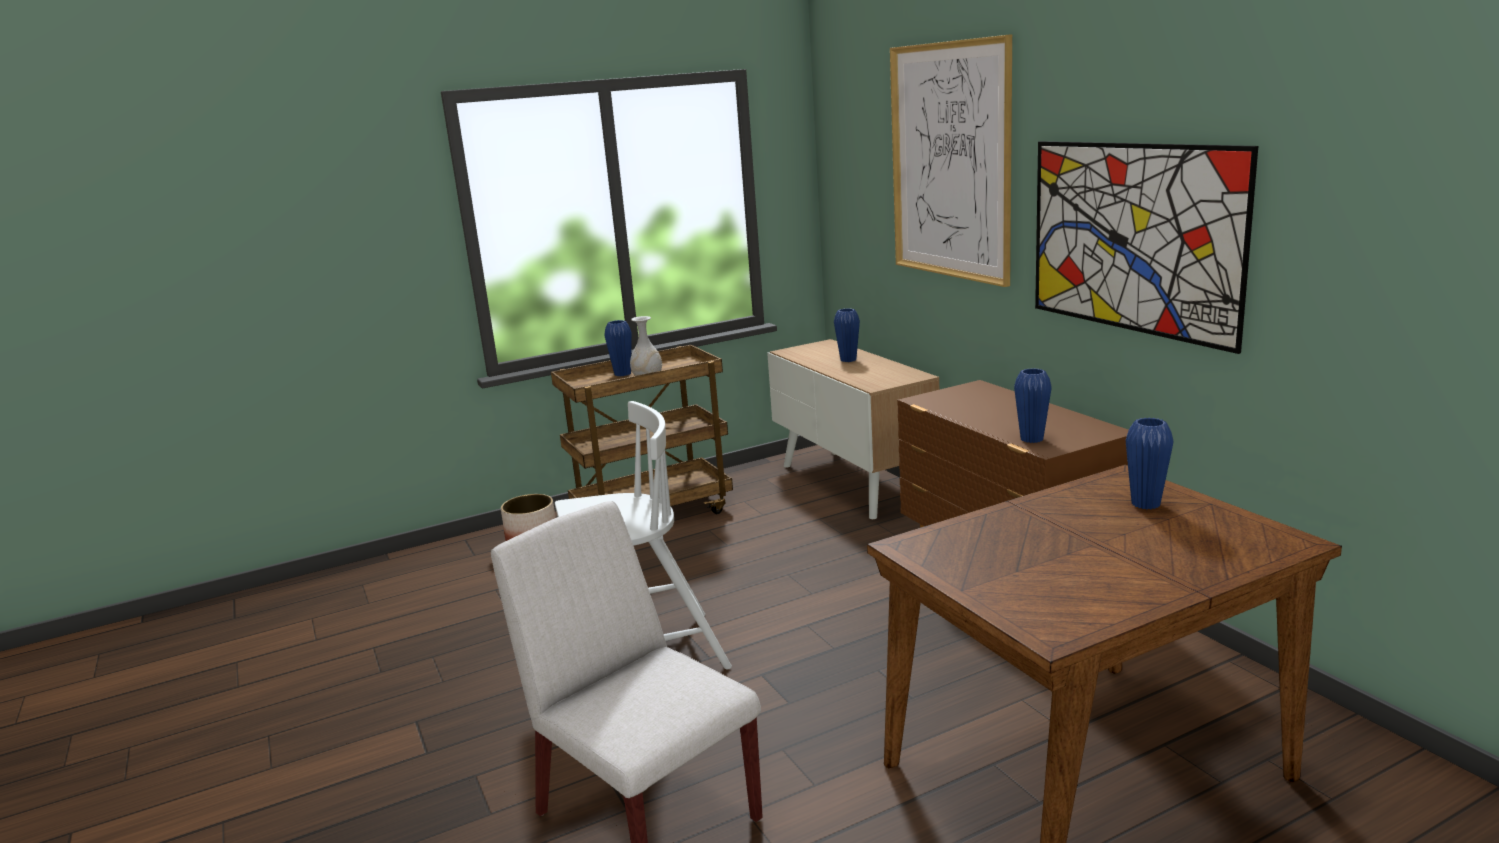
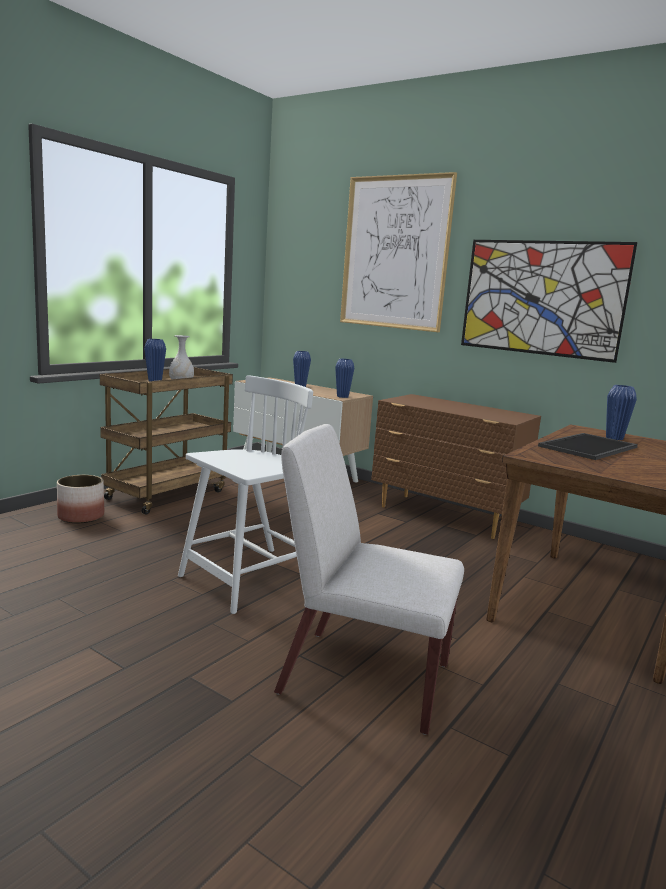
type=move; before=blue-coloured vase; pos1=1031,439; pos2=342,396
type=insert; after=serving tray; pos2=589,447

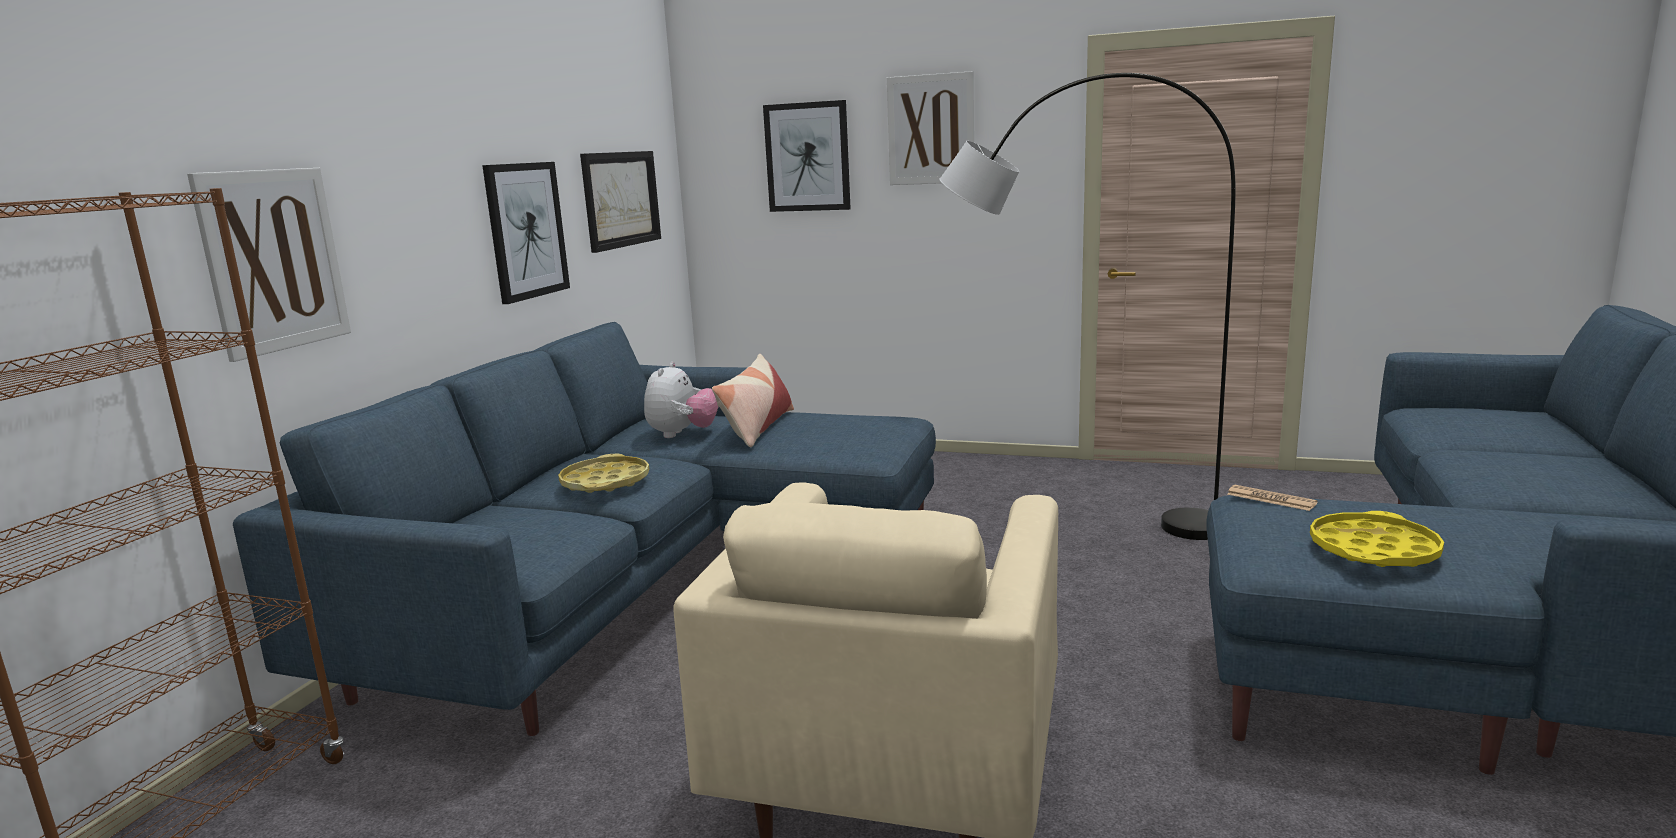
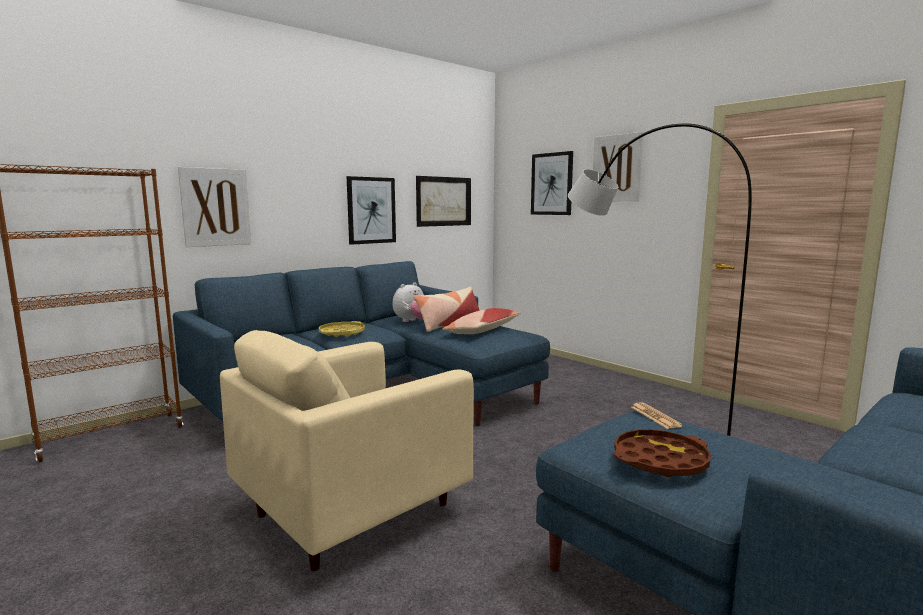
type=recolor; before=yellow-coloured serving tray; after=brown-coloured serving tray; pos1=1373,550; pos2=660,460
type=insert; after=throw pillow; pos2=482,331

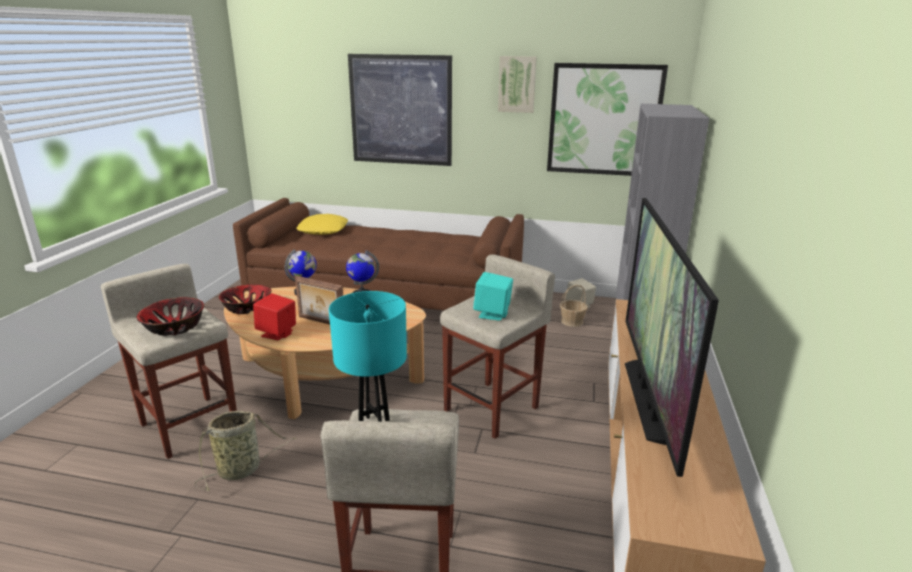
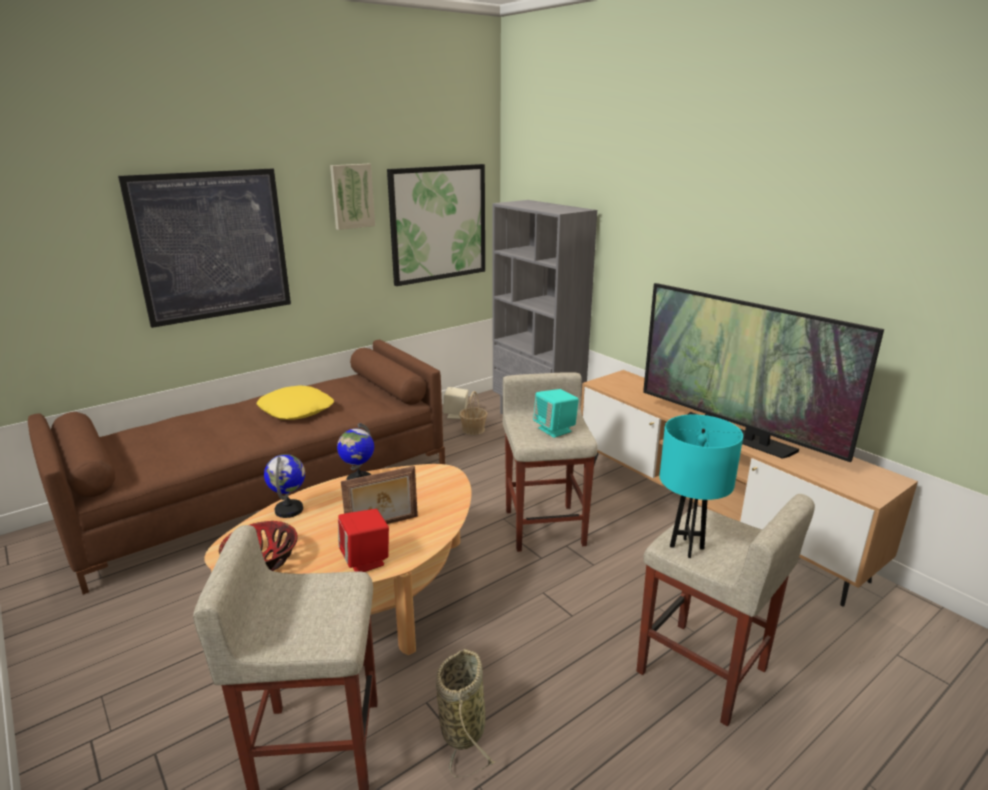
type=move; before=yellow-coloured throw pillow; pos1=323,230; pos2=296,410
type=delete; before=bowl; pos1=174,327

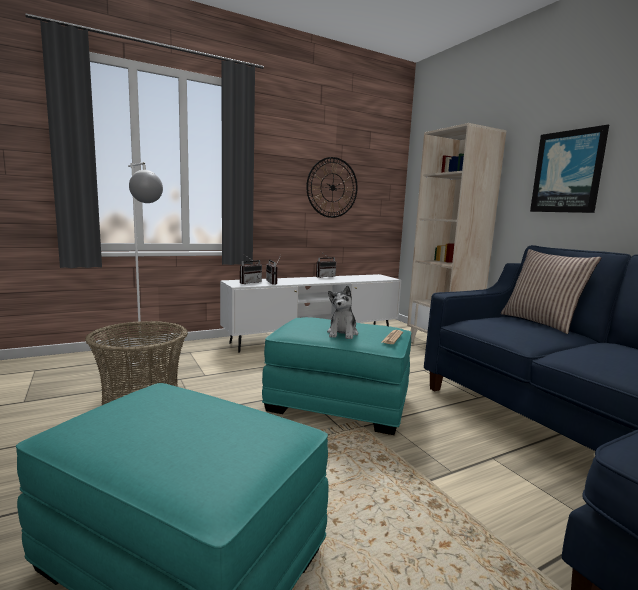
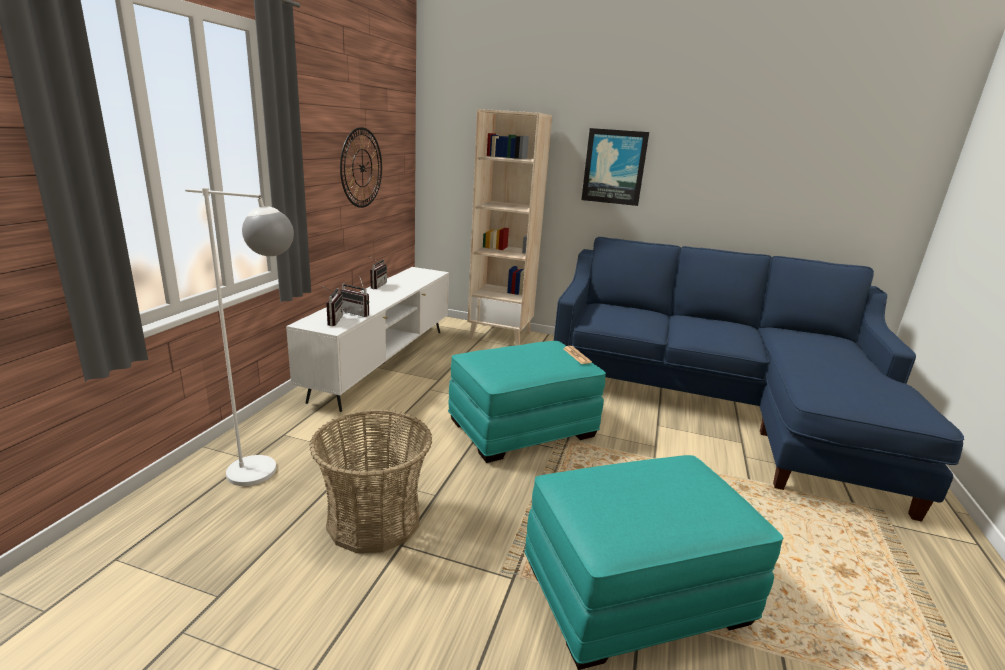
type=delete; before=throw pillow; pos1=541,322
type=delete; before=plush toy; pos1=342,333

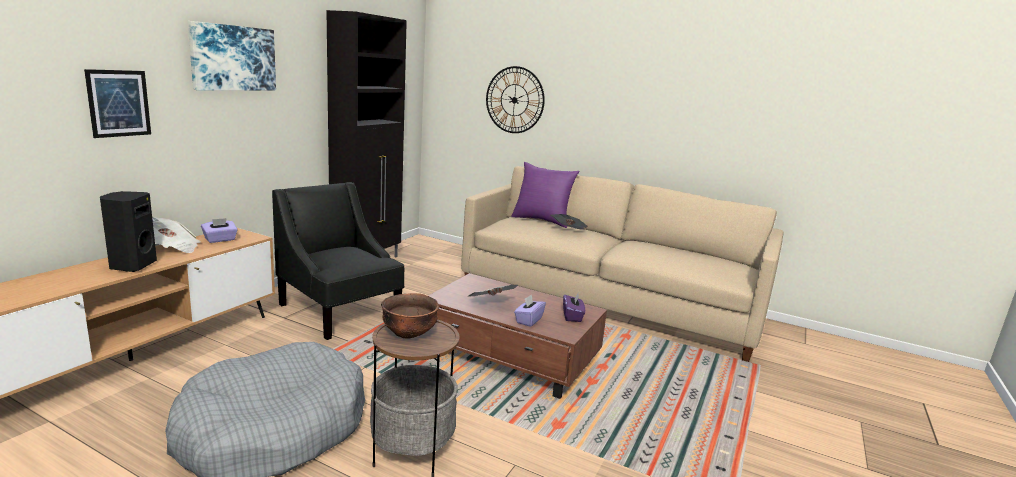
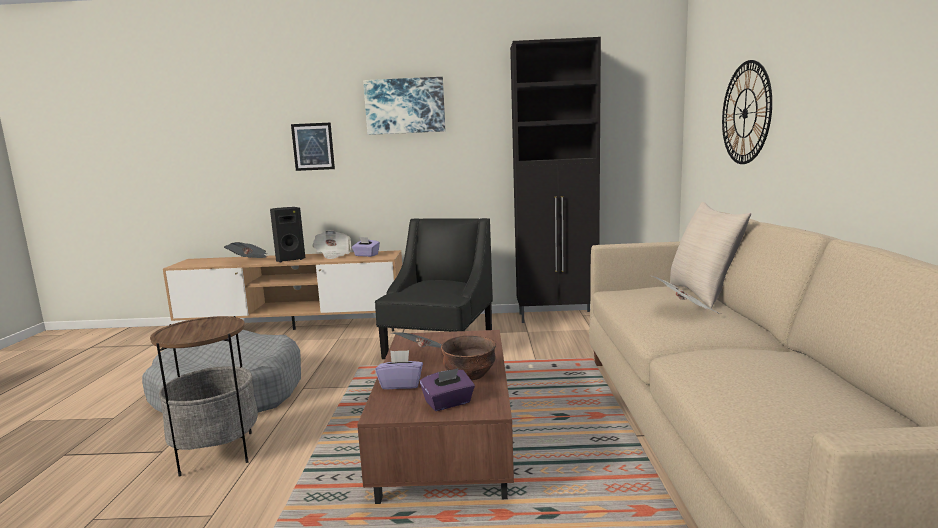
type=recolor; before=purplish throw pillow; after=beige-coloured throw pillow; pos1=542,220; pos2=703,294
type=move; before=brown-coloured bowl; pos1=409,333; pos2=470,376
type=insert; after=daily paper; pos2=249,261

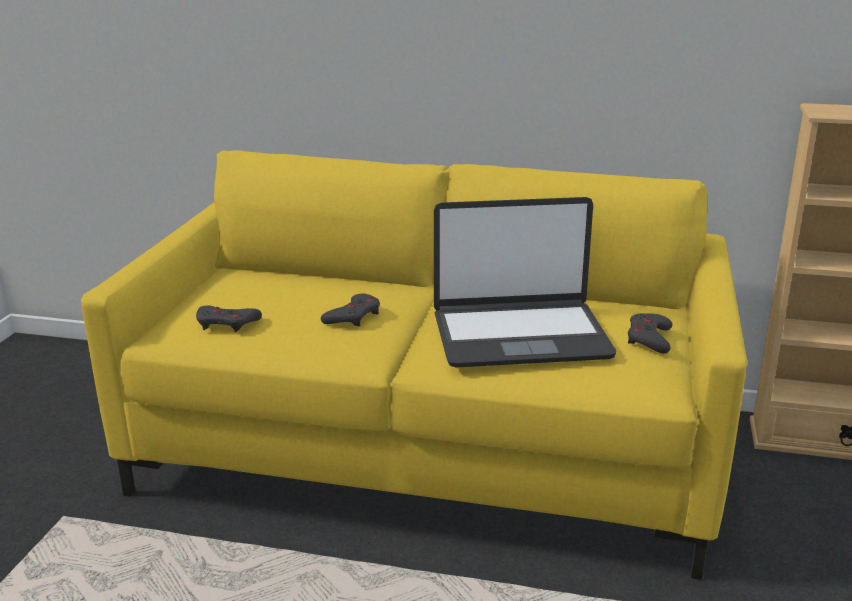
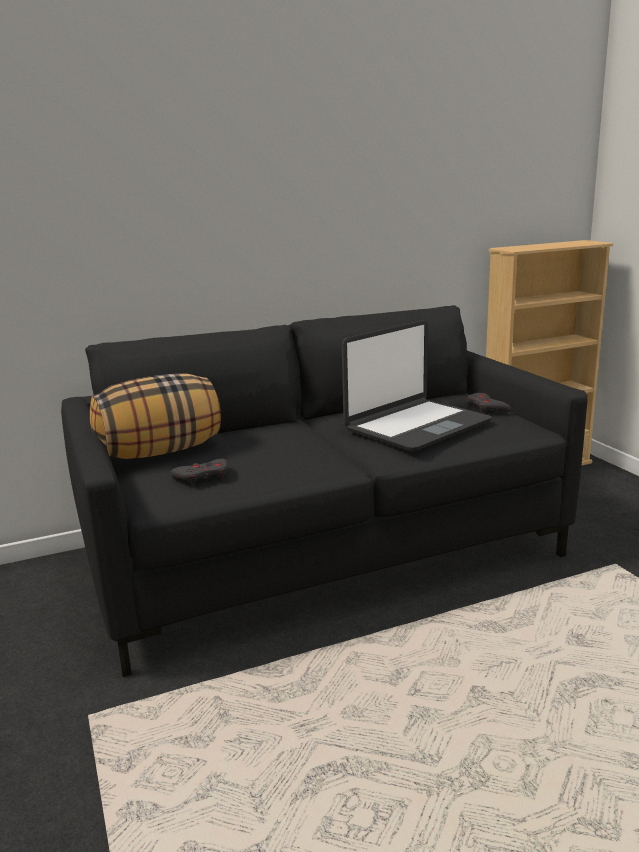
type=recolor; before=yellow-coloured sofa; after=black sofa; pos1=428,453; pos2=324,554
type=delete; before=greyish gamepad; pos1=353,316
type=insert; after=throw pillow; pos2=160,451

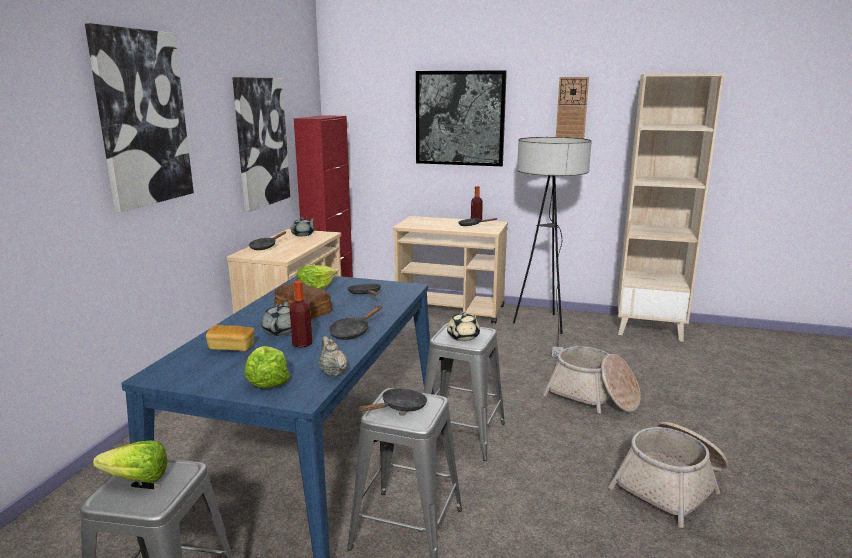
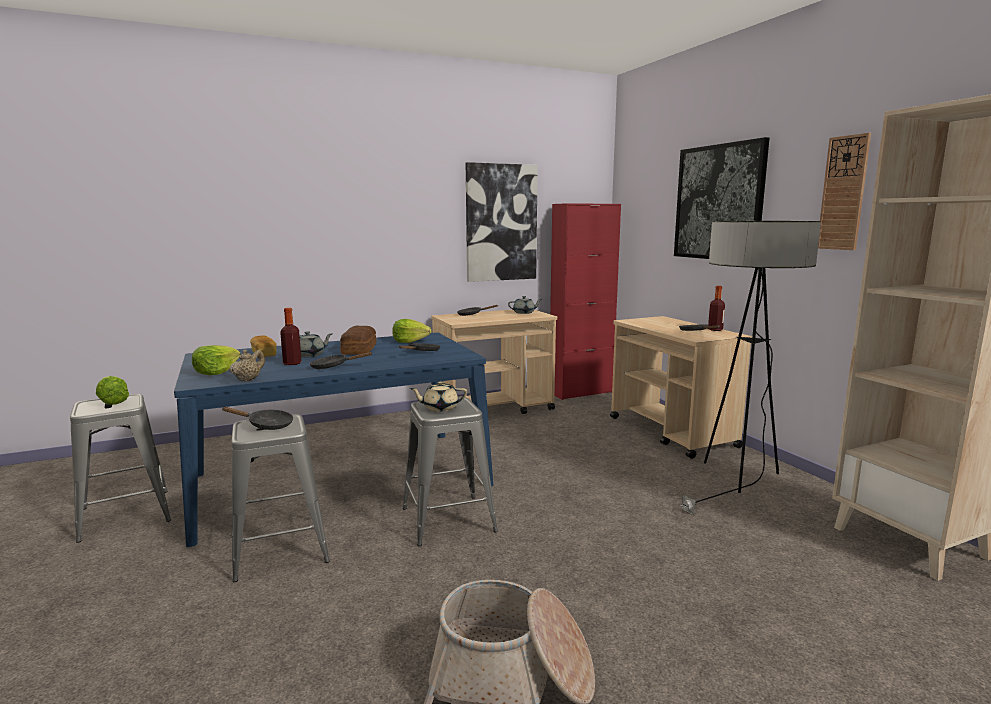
type=delete; before=wall picture; pos1=142,118
type=delete; before=basket; pos1=593,396

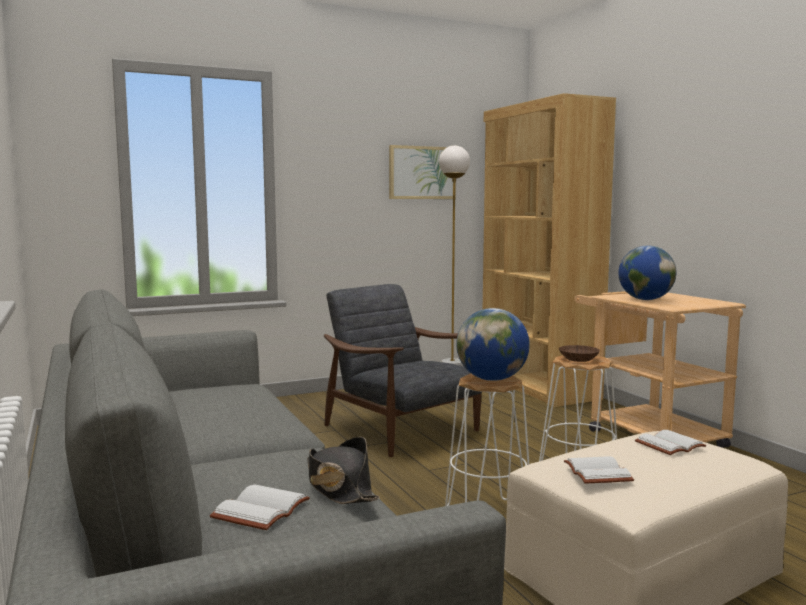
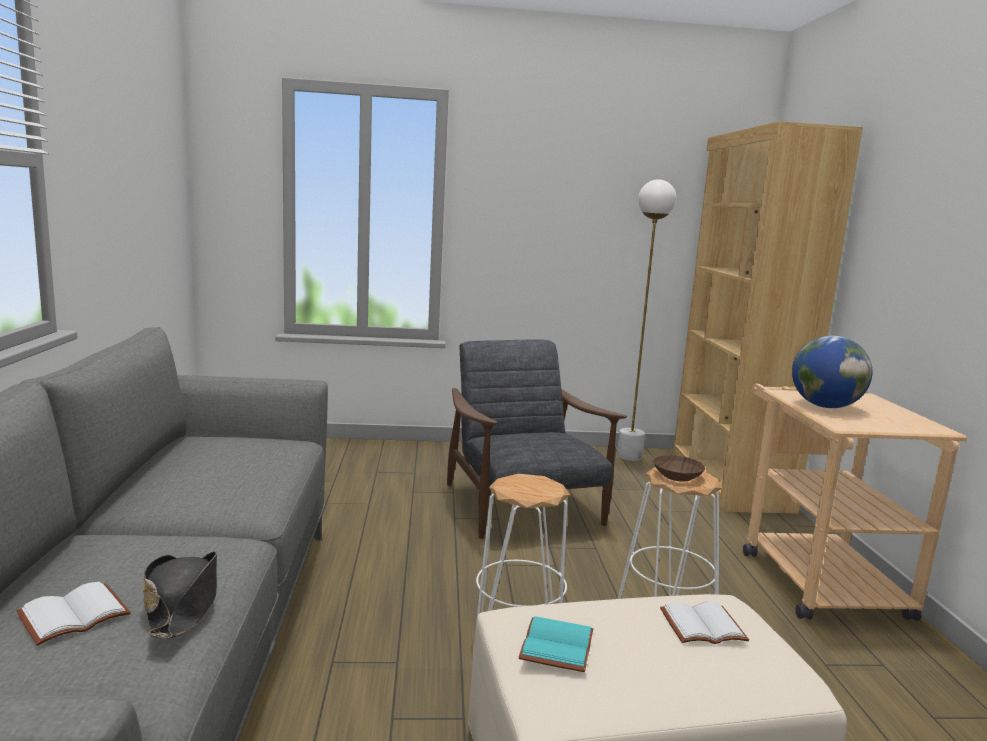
type=delete; before=wall picture; pos1=422,172
type=delete; before=desk globe; pos1=492,379
type=recolor; before=white book; after=turquoise-coloured book; pos1=595,472; pos2=555,644

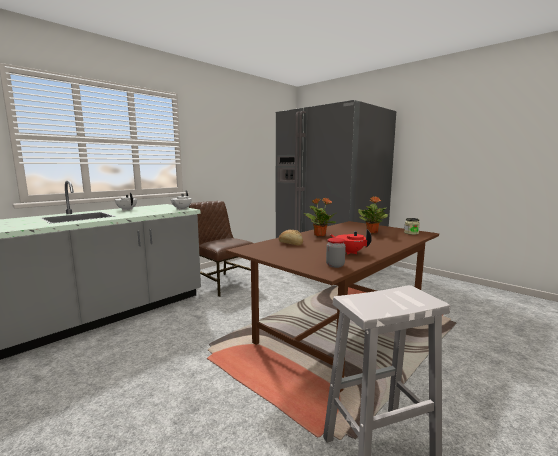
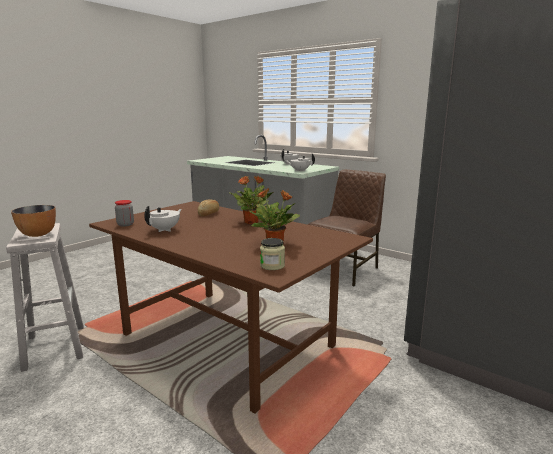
type=recolor; before=reddish tea pot; after=white tea pot; pos1=349,252; pos2=165,230
type=insert; after=bowl; pos2=38,234

